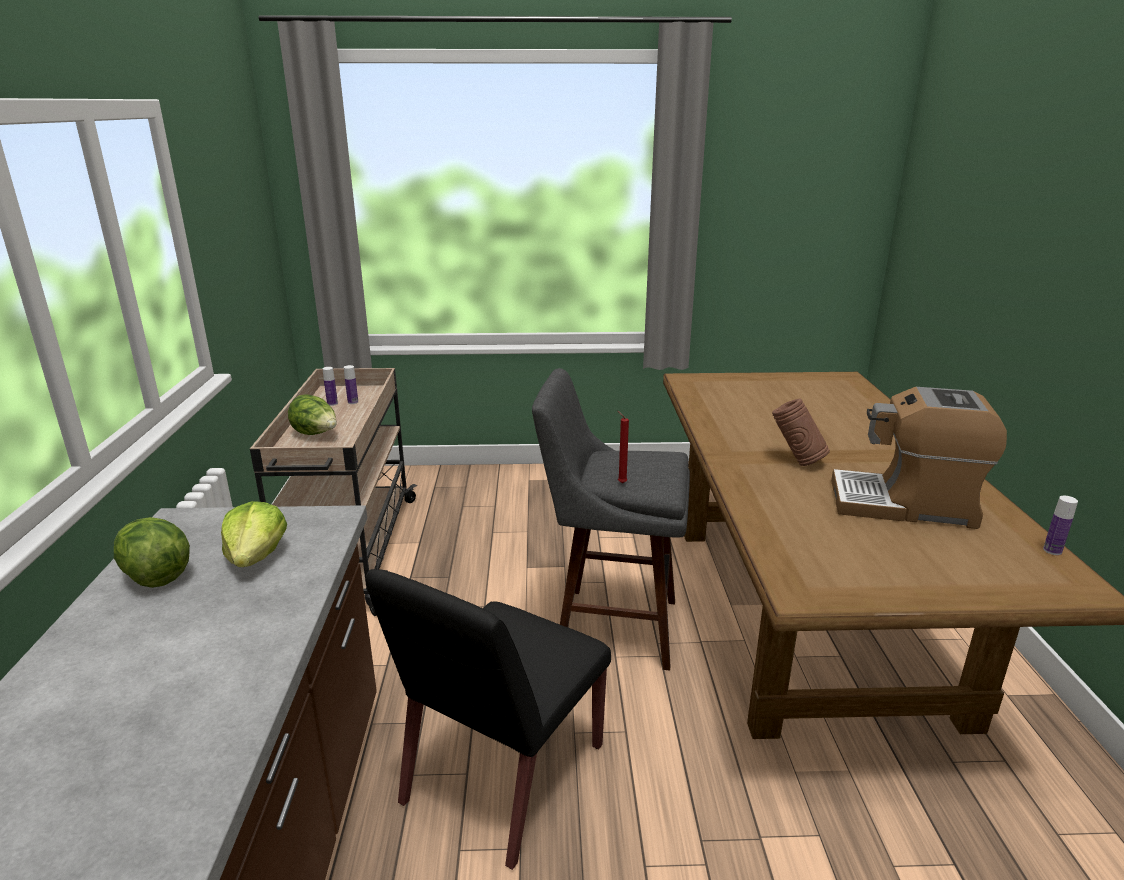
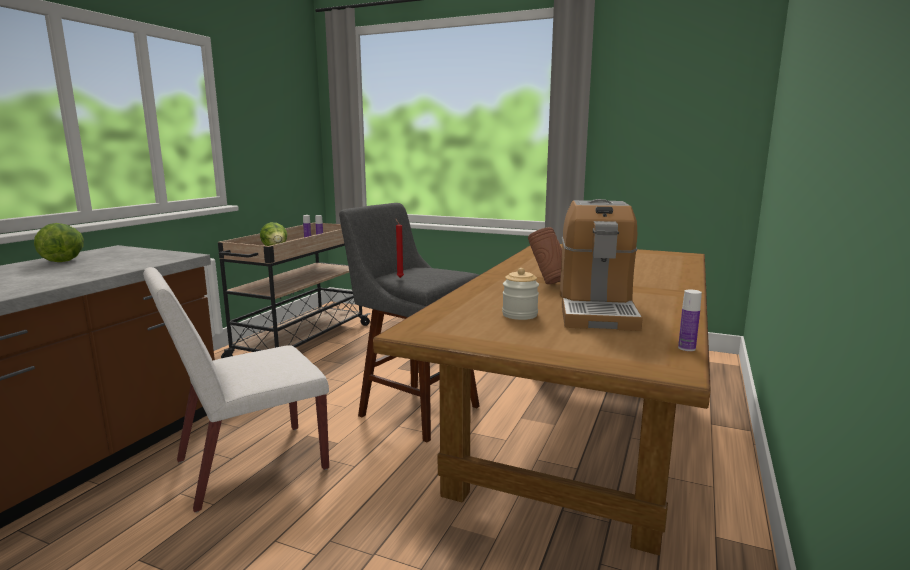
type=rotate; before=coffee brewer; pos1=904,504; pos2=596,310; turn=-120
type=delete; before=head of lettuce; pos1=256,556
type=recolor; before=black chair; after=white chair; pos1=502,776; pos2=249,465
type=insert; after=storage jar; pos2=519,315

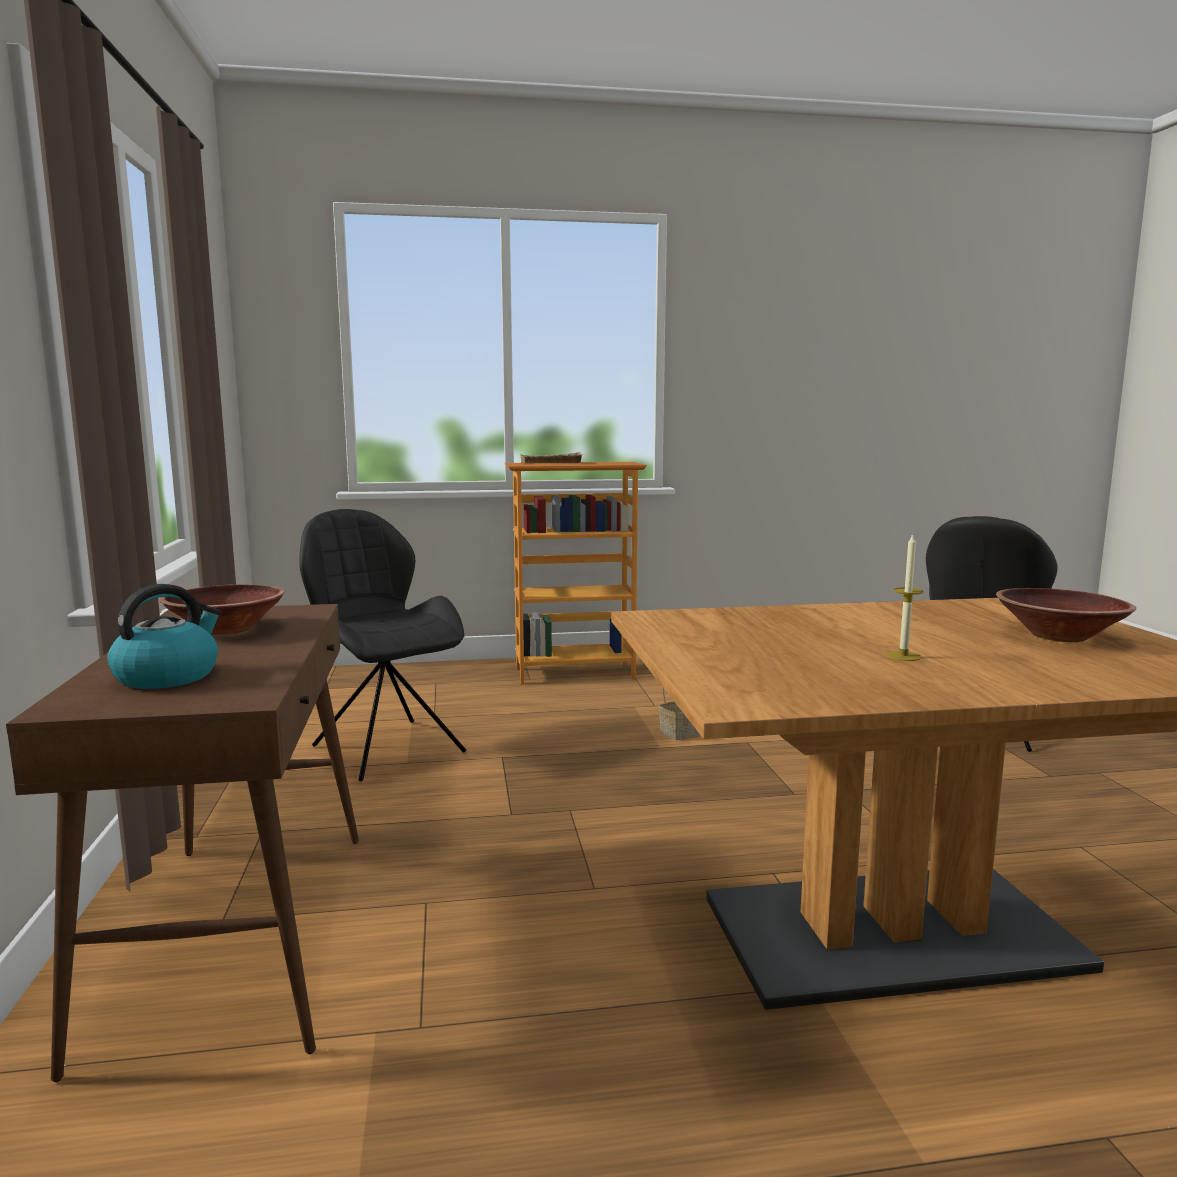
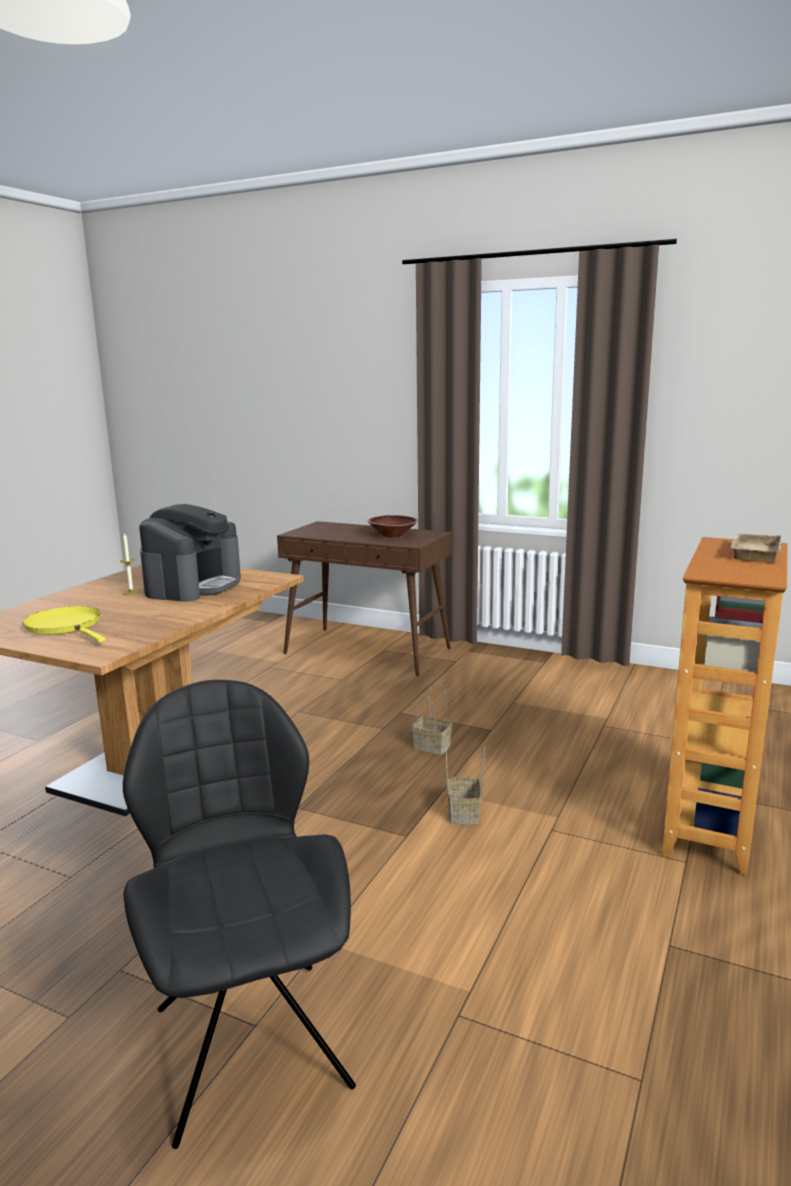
type=delete; before=black chair; pos1=386,747
type=delete; before=tea kettle; pos1=168,676
type=replace; before=brown-coloured bowl; after=yellow-coloured frying pan; pos1=1058,636; pos2=66,626
type=insert; after=coffee brewer; pos2=194,586
type=insert; after=basket; pos2=430,746

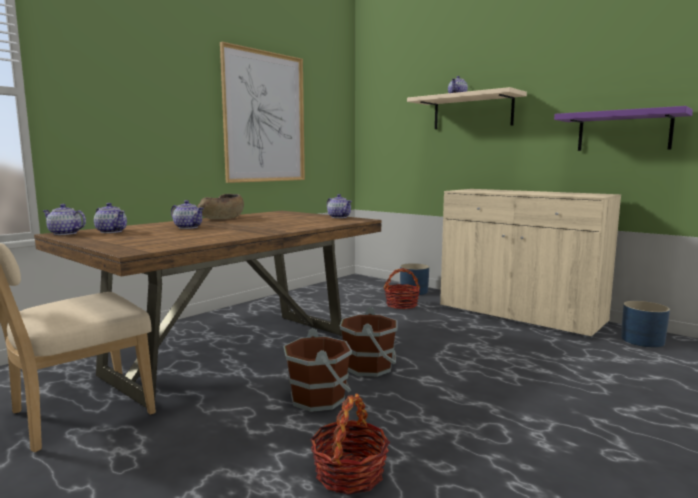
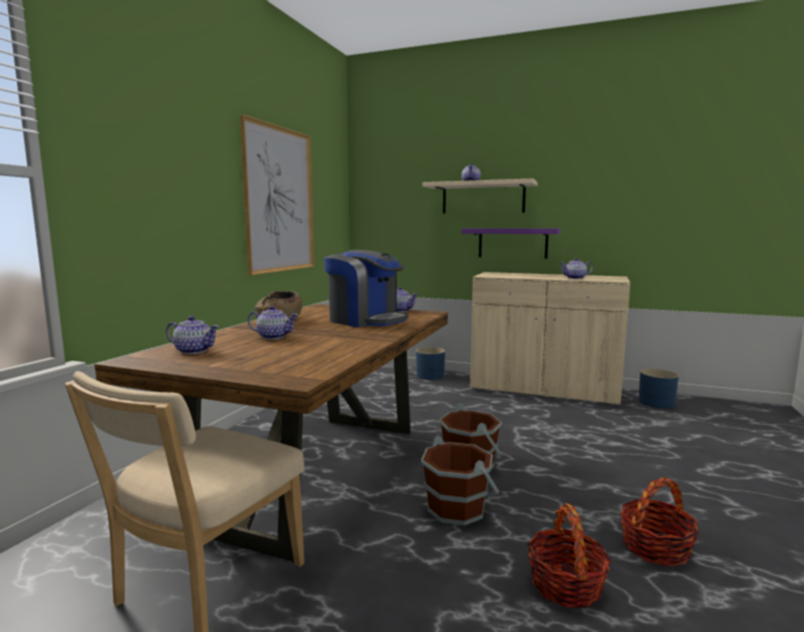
type=move; before=purplish wall shelf; pos1=623,131; pos2=512,243
type=move; before=tea pot; pos1=65,233; pos2=575,278
type=move; before=basket; pos1=401,305; pos2=655,547
type=insert; after=coffee brewer; pos2=366,320

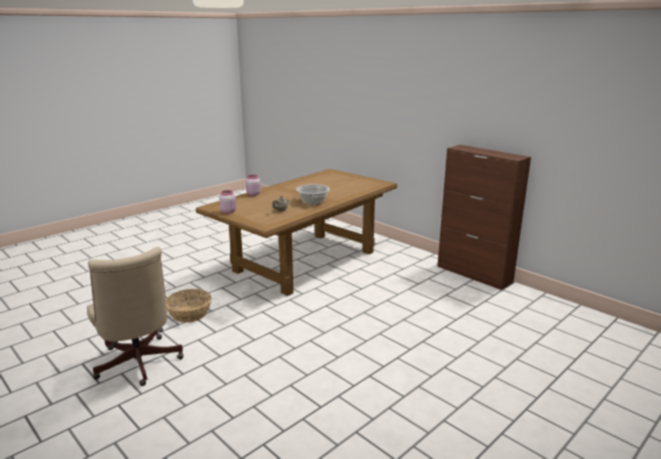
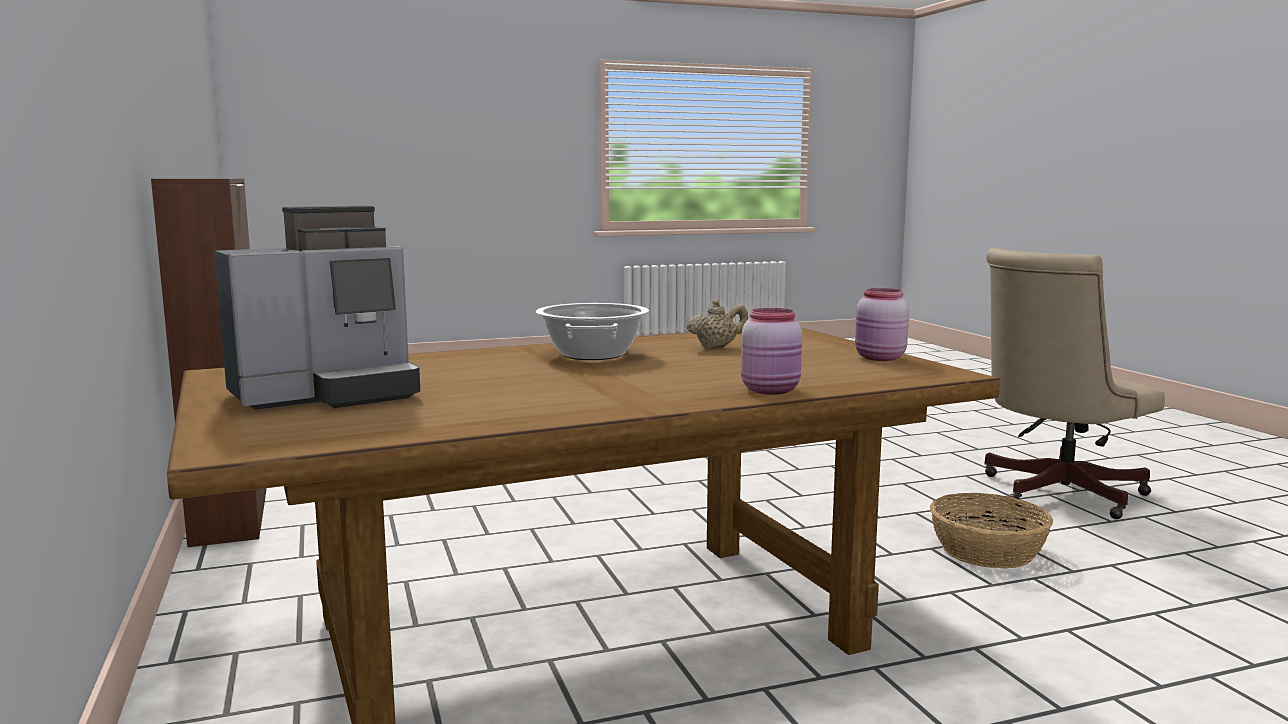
type=rotate; before=beige-coloured desk chair; pos1=138,365; pos2=1055,494; turn=-120
type=insert; after=coffee brewer; pos2=328,394

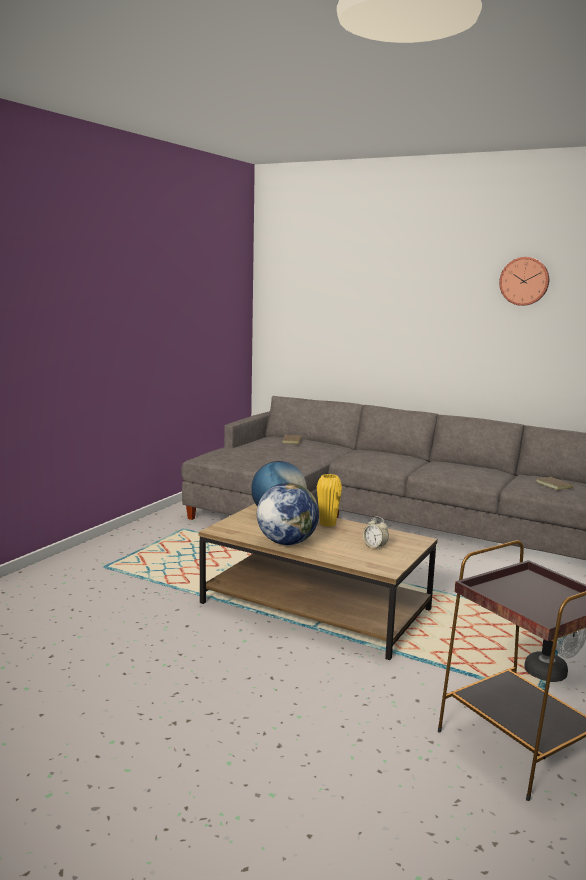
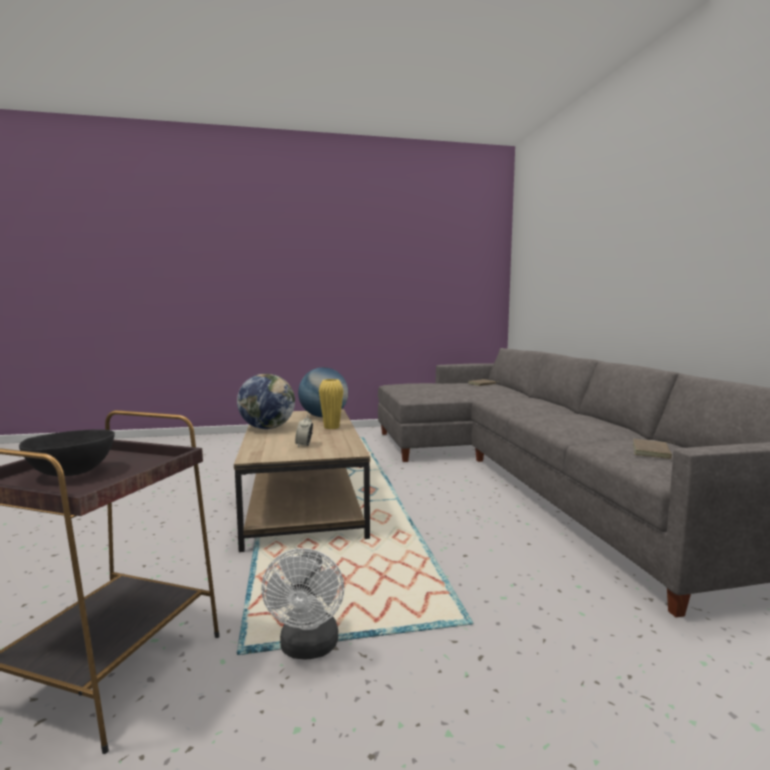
type=delete; before=hanging clock; pos1=524,281
type=insert; after=black bowl; pos2=72,473

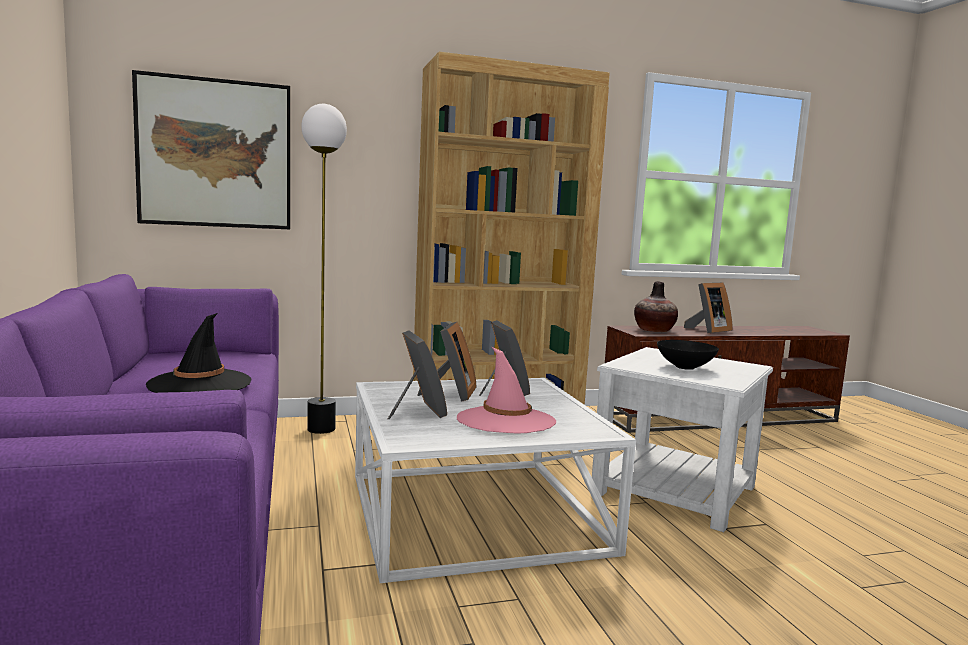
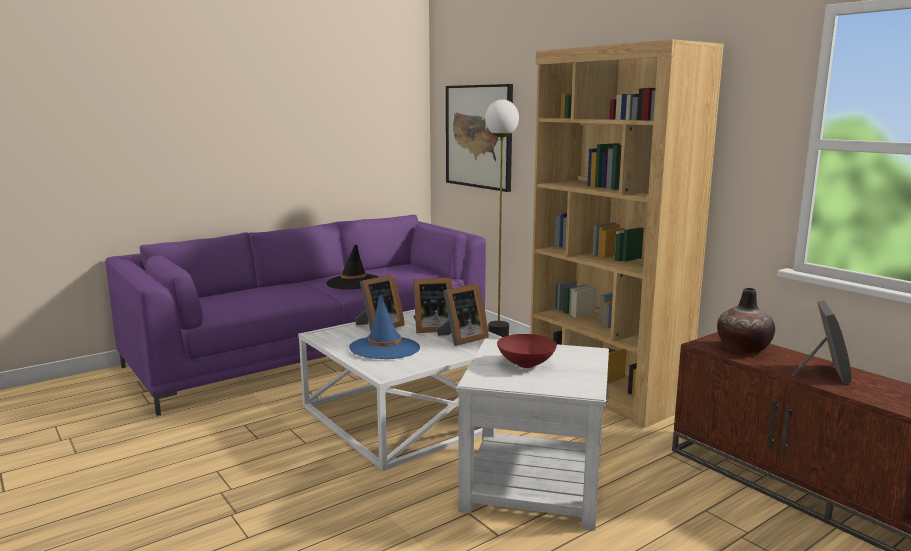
type=rotate; before=standing frame; pos1=708,330; pos2=822,373; turn=-105
type=recolor; before=black bowl; after=reddish bowl; pos1=684,367; pos2=525,364
type=recolor; before=pink-coloured clothing hat; after=blue-coloured clothing hat; pos1=505,421; pos2=384,348

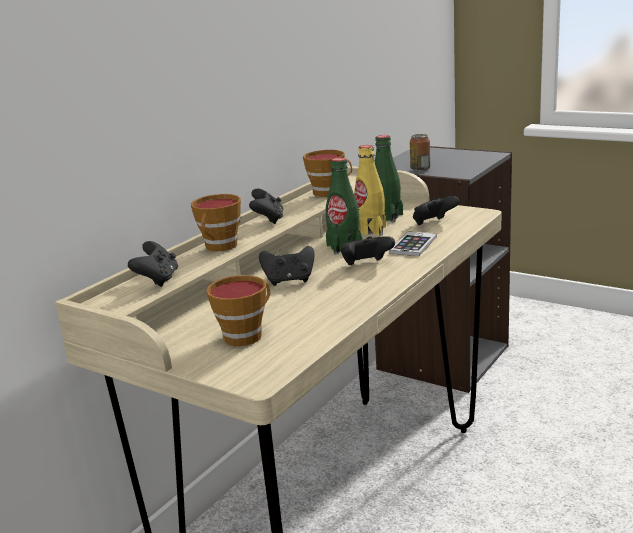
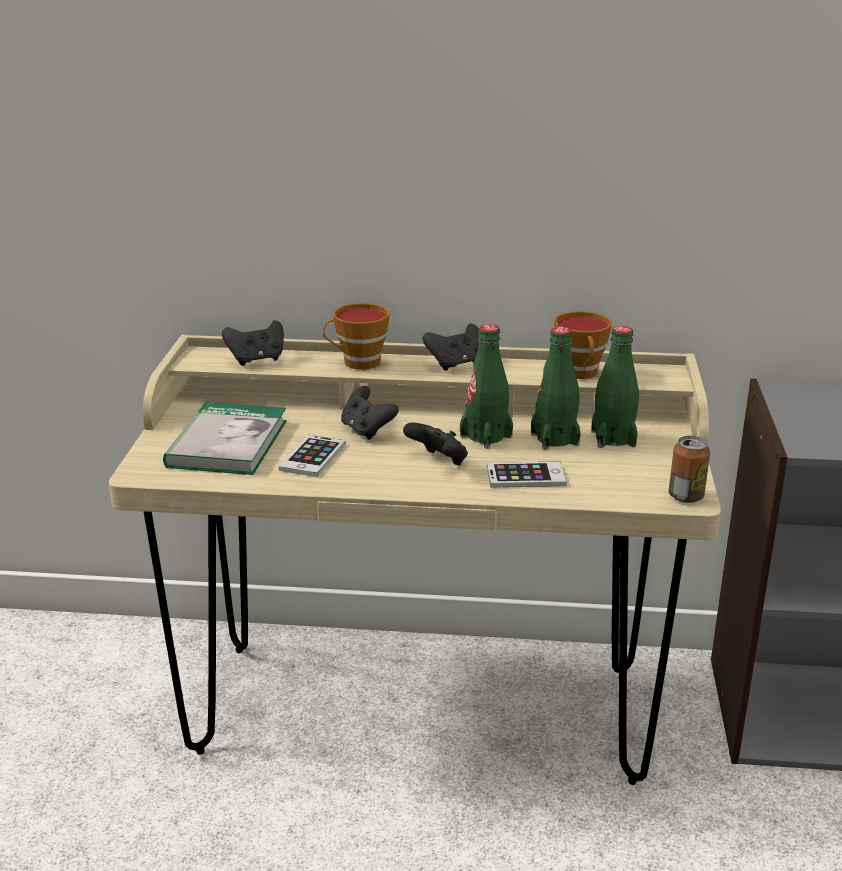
type=move; before=metal can; pos1=420,169; pos2=686,496
type=recolor; before=yellow-coloured bottle; after=greenish bottle; pos1=370,230; pos2=554,439
type=delete; before=black gamepad; pos1=433,224
type=replace; before=cup; after=book; pos1=246,335; pos2=227,443
type=insert; after=handset; pos2=312,457

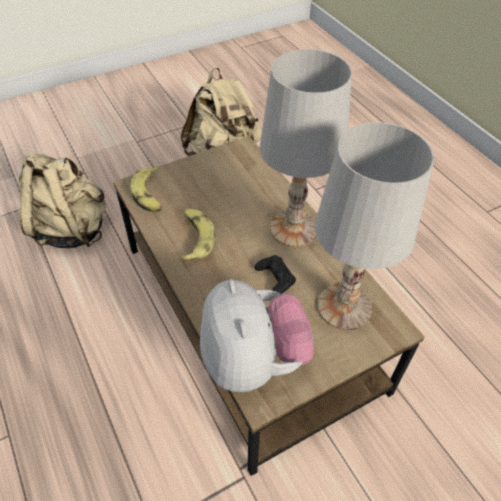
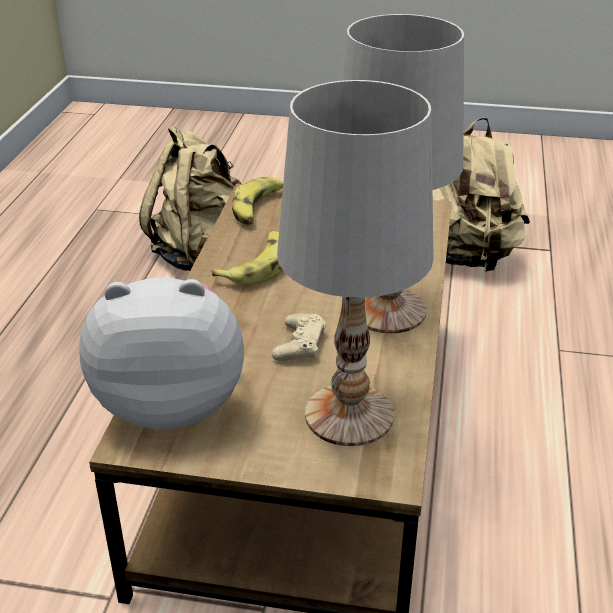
type=recolor; before=black gamepad; after=beige-coloured gamepad; pos1=275,278; pos2=299,344
type=rotate; before=plush toy; pos1=253,360; pos2=171,402; turn=-120

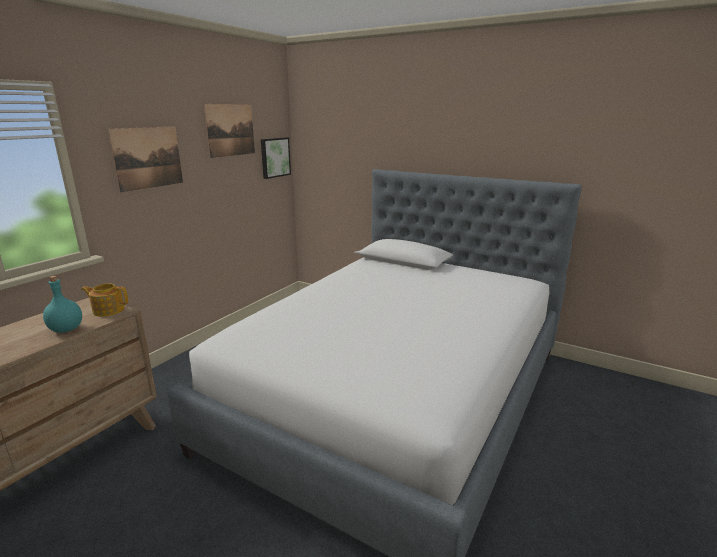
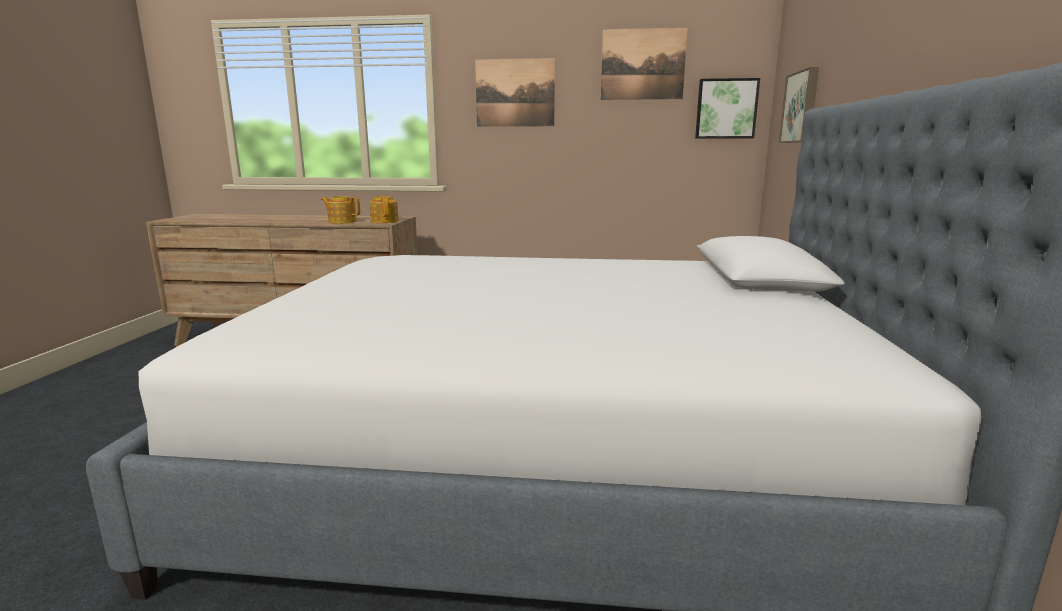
type=replace; before=turquoise-coloured bottle; after=tea pot; pos1=66,329; pos2=342,221
type=insert; after=wall picture; pos2=801,107

